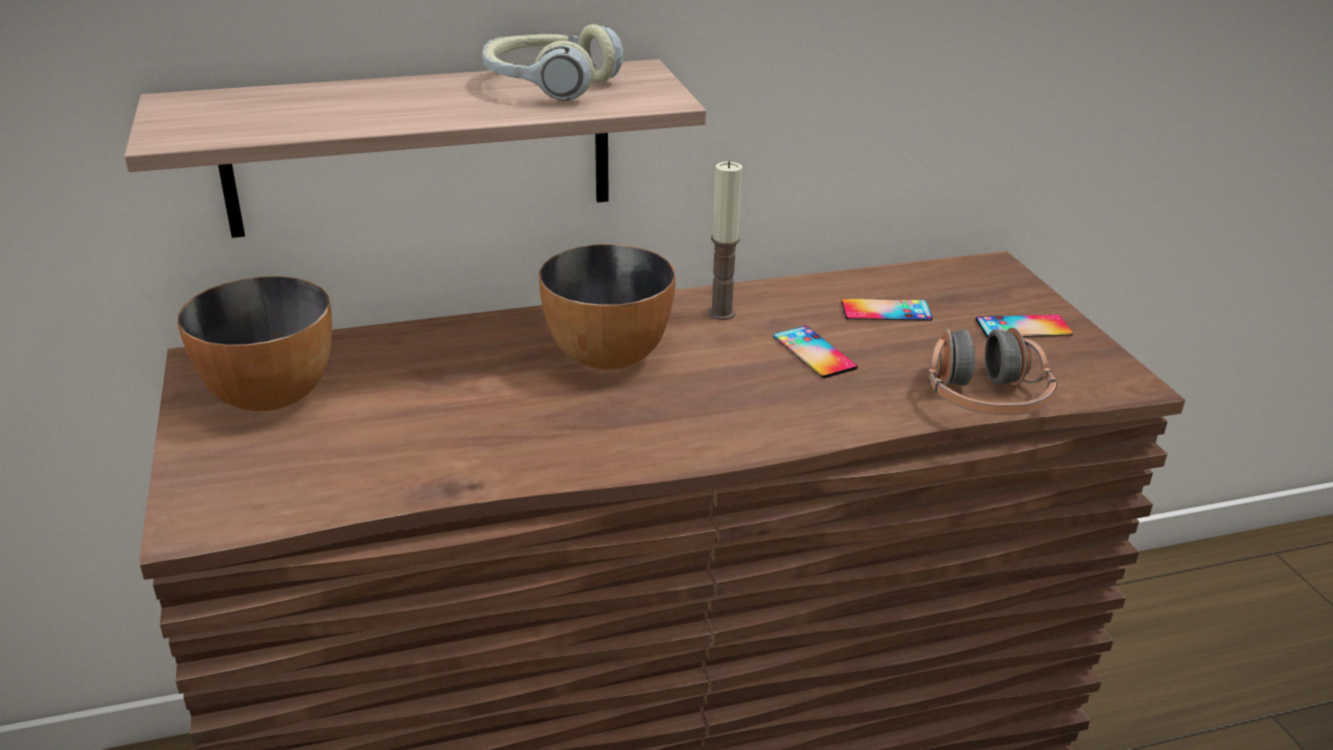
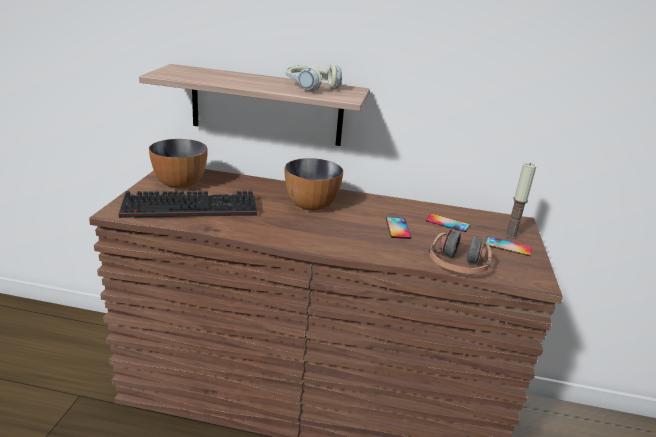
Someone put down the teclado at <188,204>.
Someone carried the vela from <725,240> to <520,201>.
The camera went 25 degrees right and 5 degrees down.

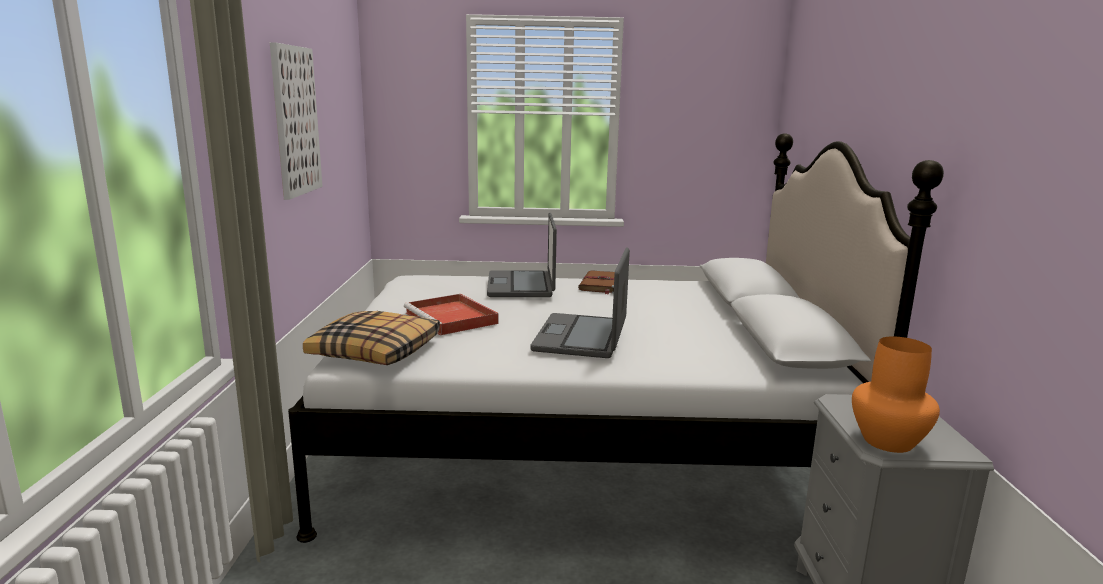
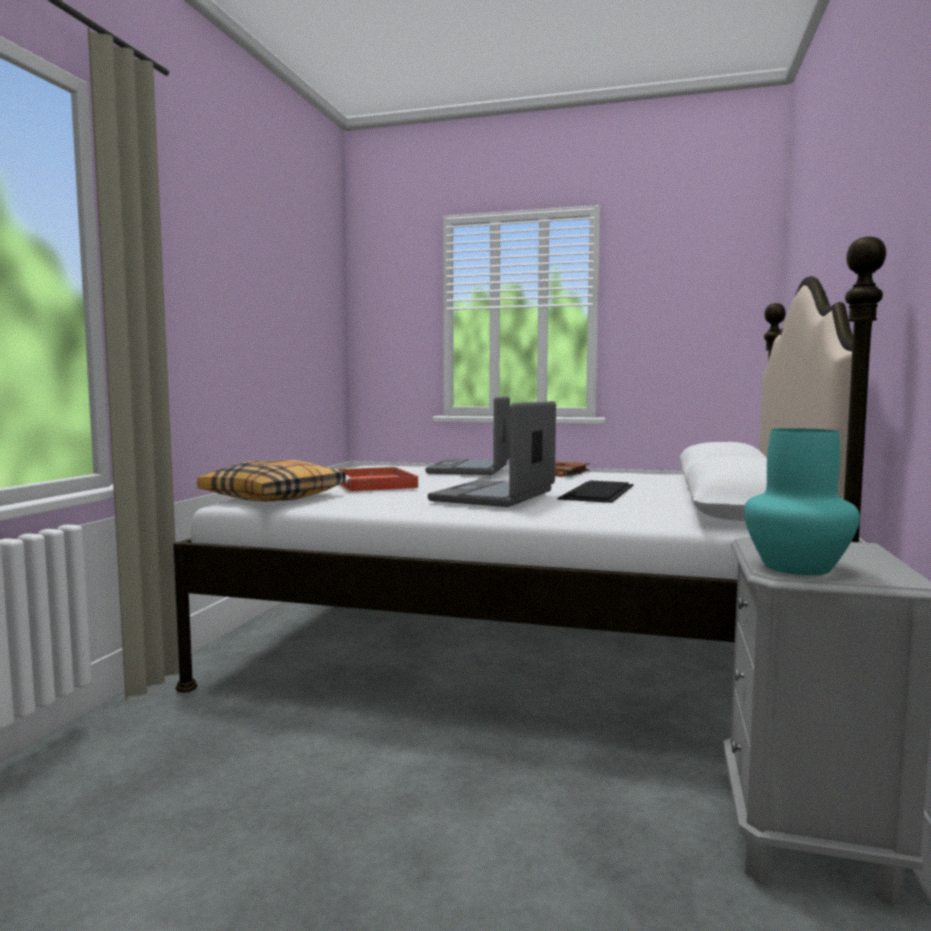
Someone put down the teclado at <596,491>.
Someone repainted the florero [naranja] at <896,394>, which became the florero [turquesa] at <802,502>.
Someone took away the cuadro at <296,121>.
The camera went 15 degrees right and 10 degrees down.

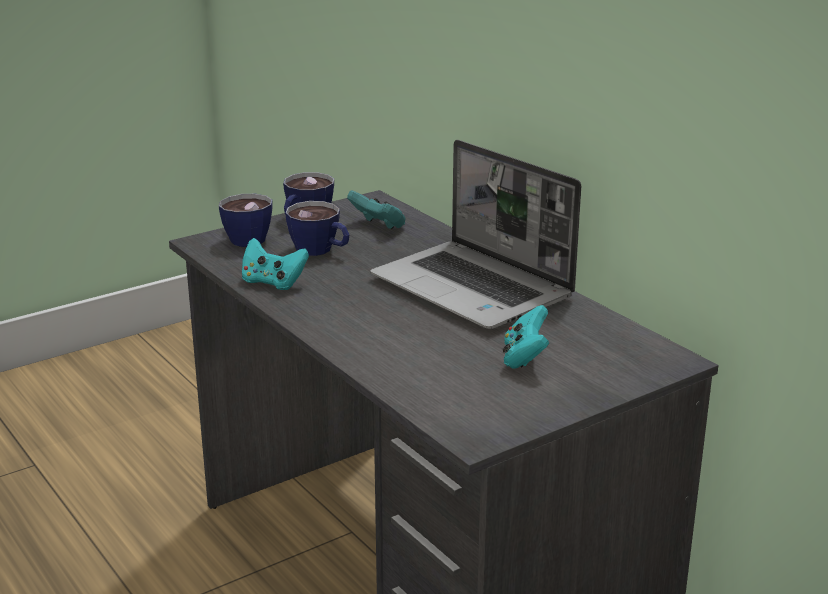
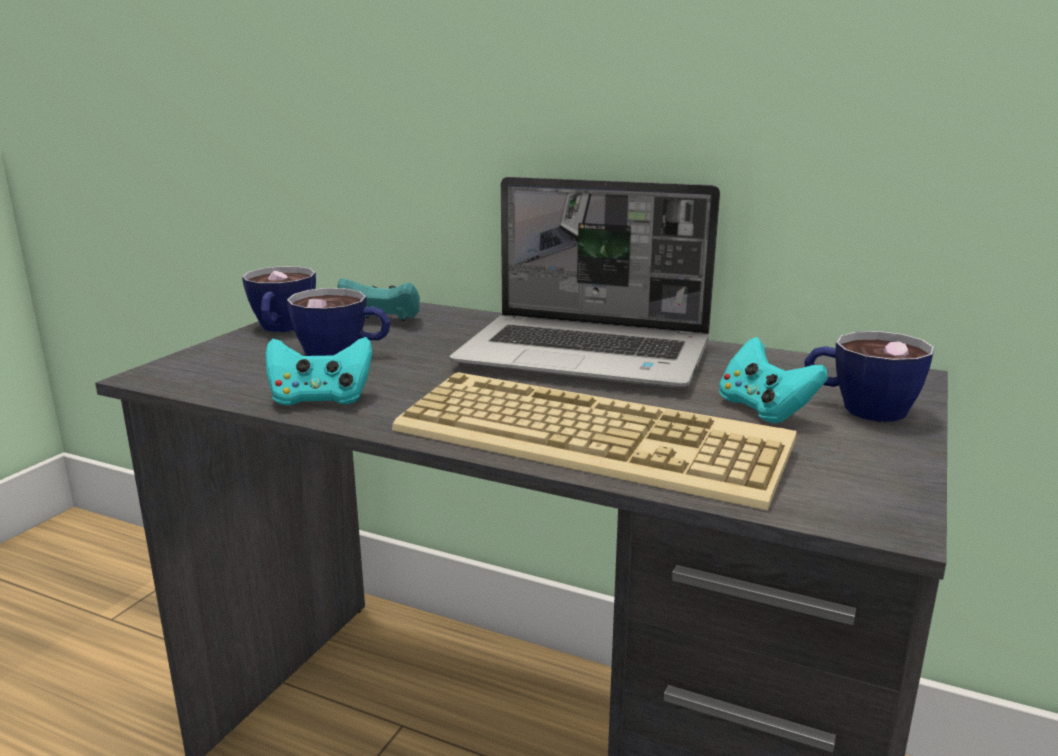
Someone put down the teclado at <594,441>.
Someone carried the taza from <246,220> to <869,376>.
The camera went 30 degrees left and 5 degrees down.

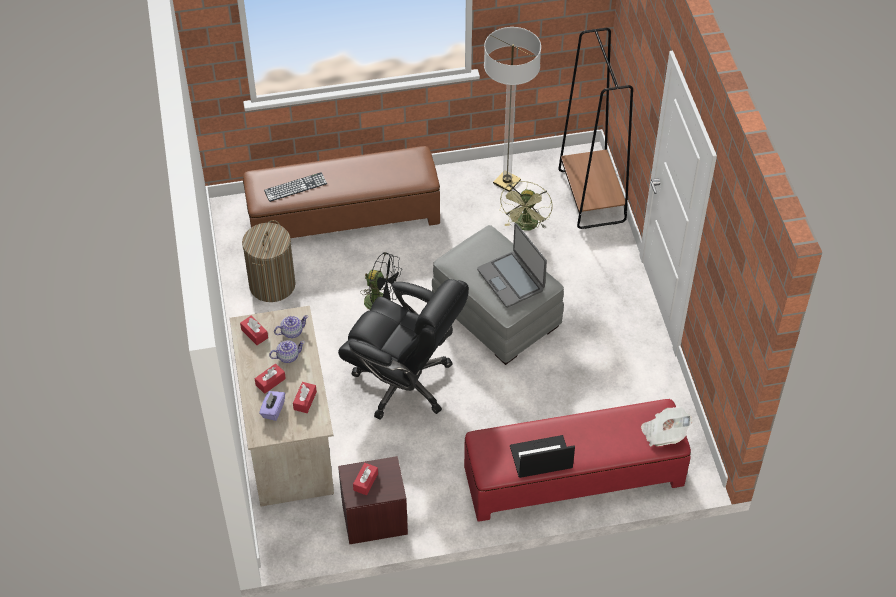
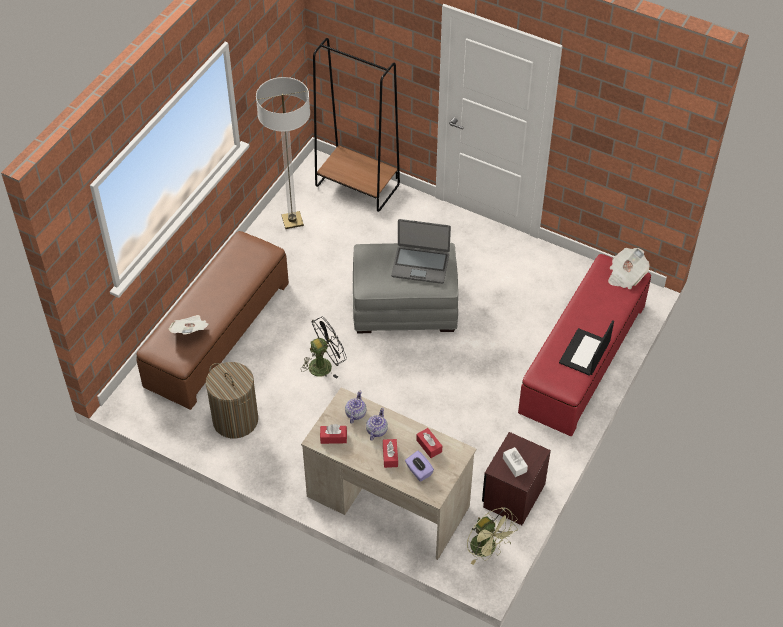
Someone swapped the teclado at <295,187> for the periódico at <189,325>.
Someone carried the ventilador [verde] from <526,206> to <492,536>.
Someone repainted the caja de pañuelos [rojo] at <365,479>, which became the caja de pañuelos [blanco] at <515,462>.
Someone took away the silla de oficina [negro] at <403,349>.
The camera went 50 degrees left and 0 degrees up.

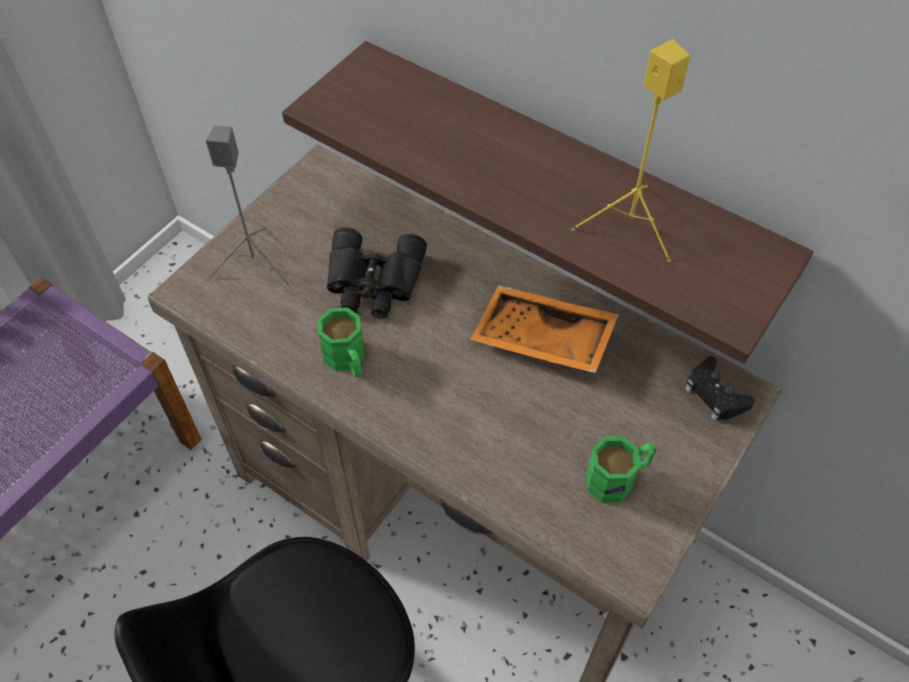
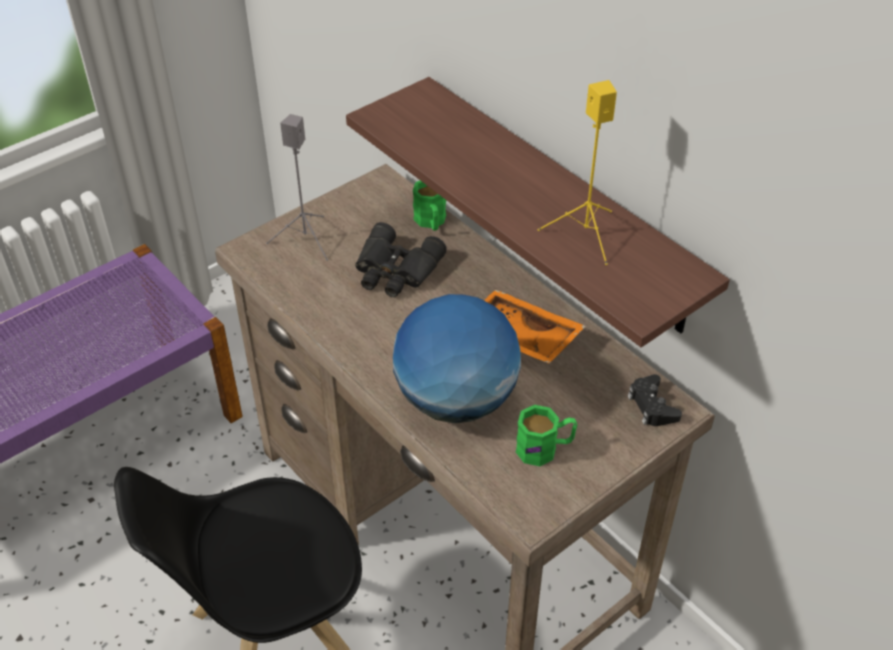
Someone put down the globo terráqueo at <457,358>.
Someone carried the taza grande [verde] from <341,342> to <429,206>.
The camera went 15 degrees right and 10 degrees down.

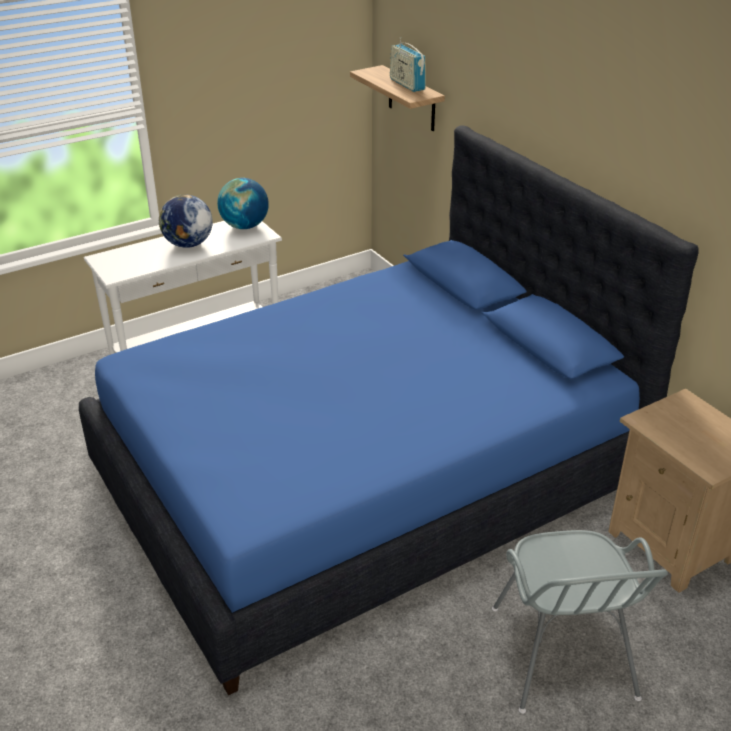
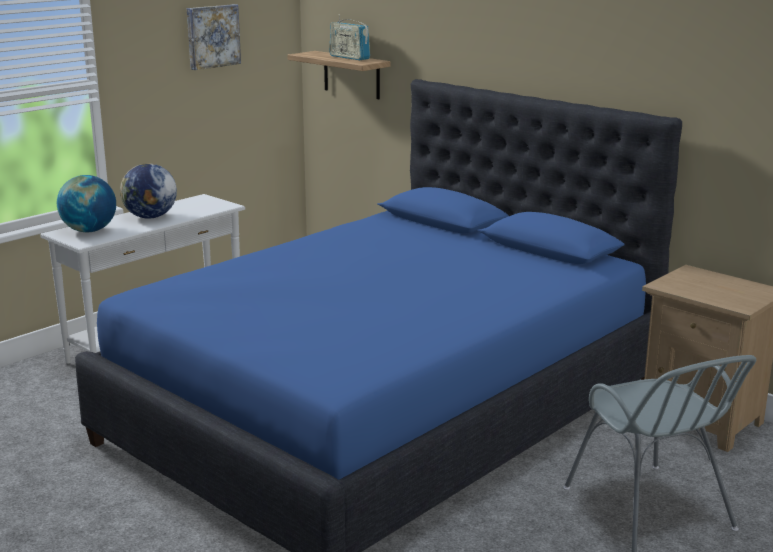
Someone carried the globo terráqueo from <243,203> to <86,203>.
Someone put up the cuadro at <214,37>.
The camera went 15 degrees left and 15 degrees down.

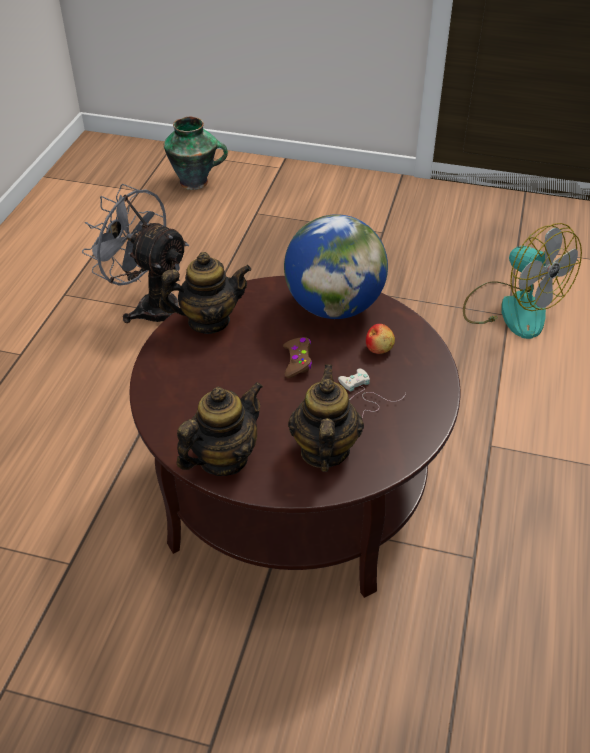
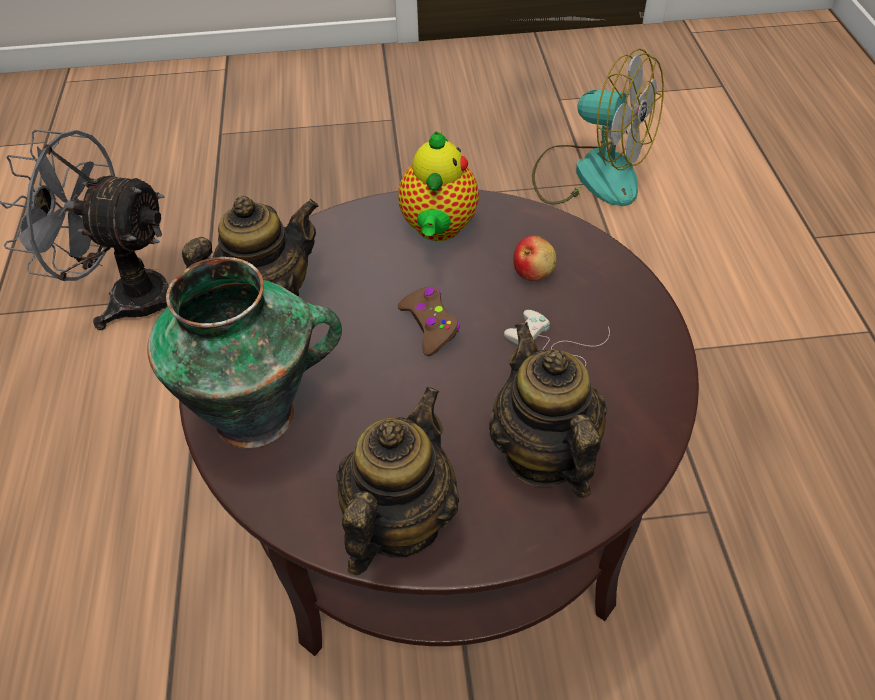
Someone carried the florero from <196,153> to <244,352>.
Someone swapped the globo terráqueo at <336,266> for the tetera at <438,186>.
The camera went 20 degrees left and 5 degrees up.

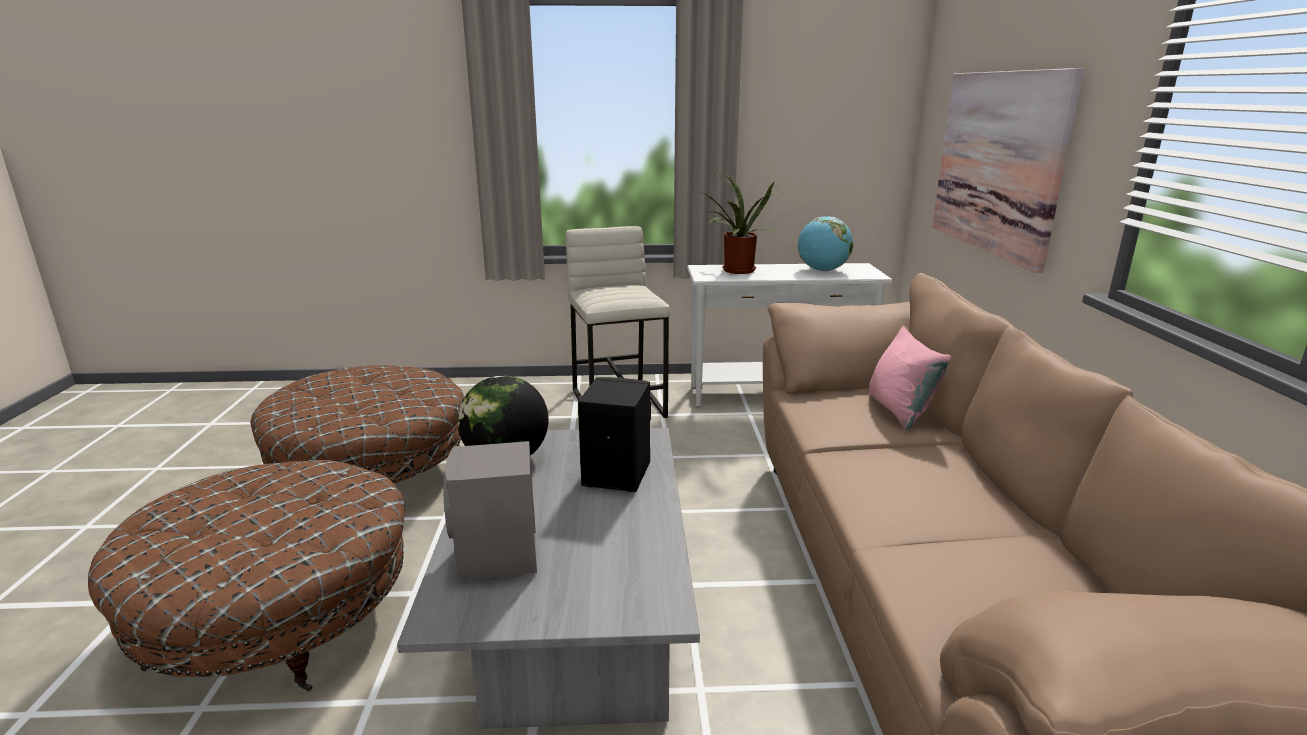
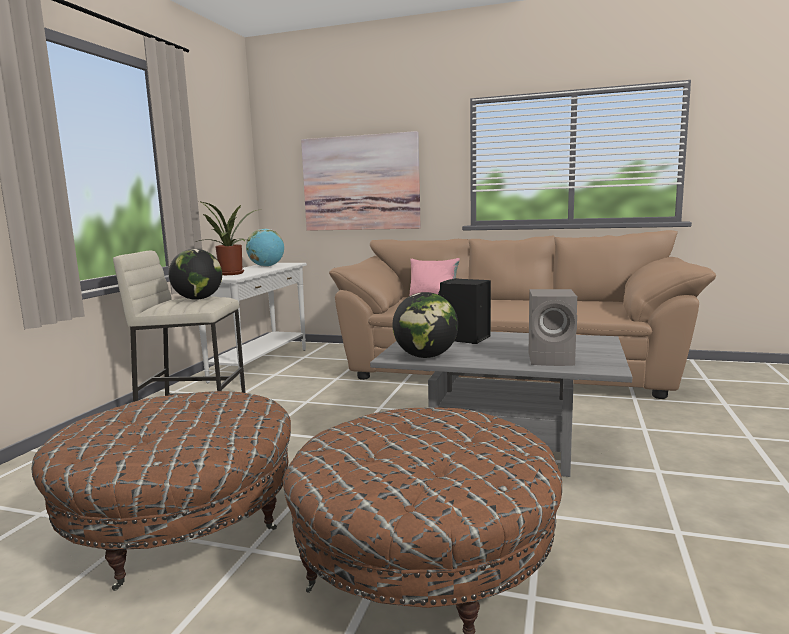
Someone put down the globo terráqueo at <195,274>.
The camera went 70 degrees left and 10 degrees down.

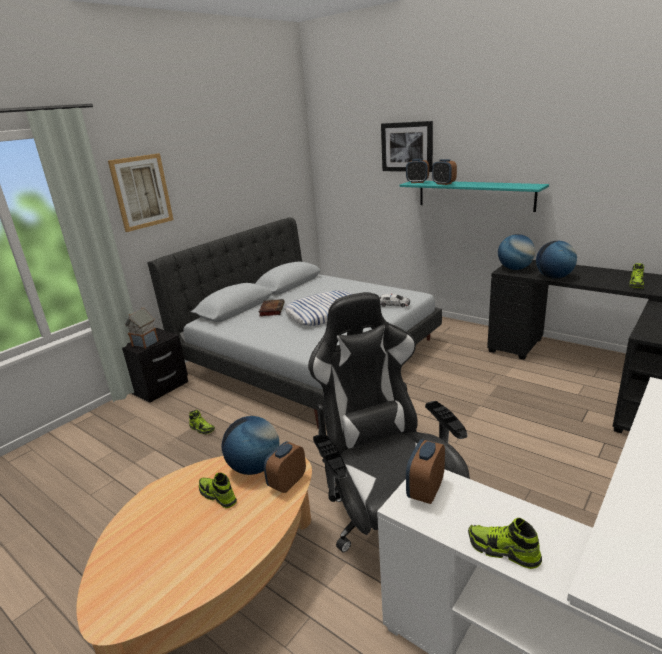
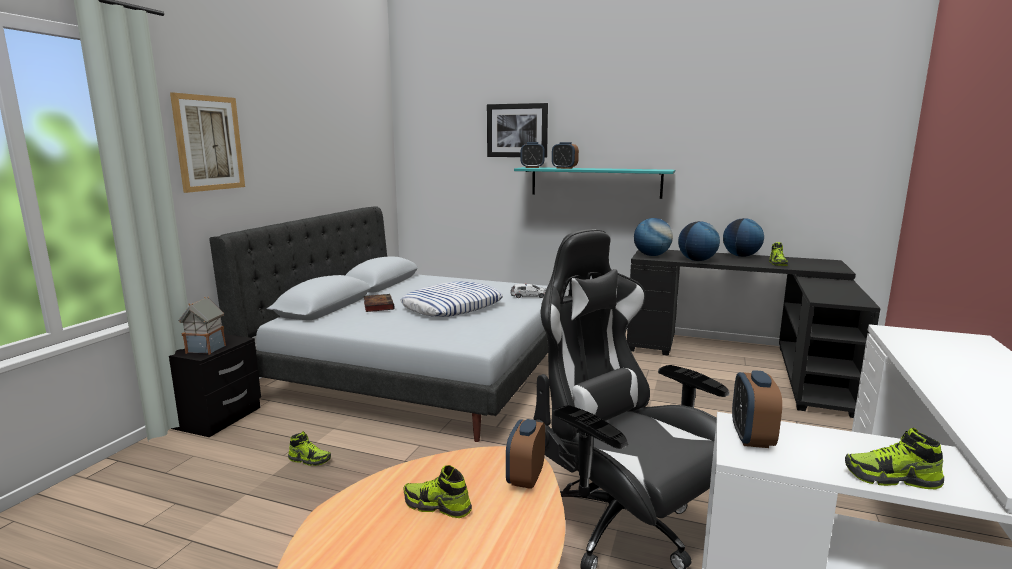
Someone carried the globo terráqueo from <250,445> to <743,237>.
The camera went 20 degrees left and 10 degrees down.

